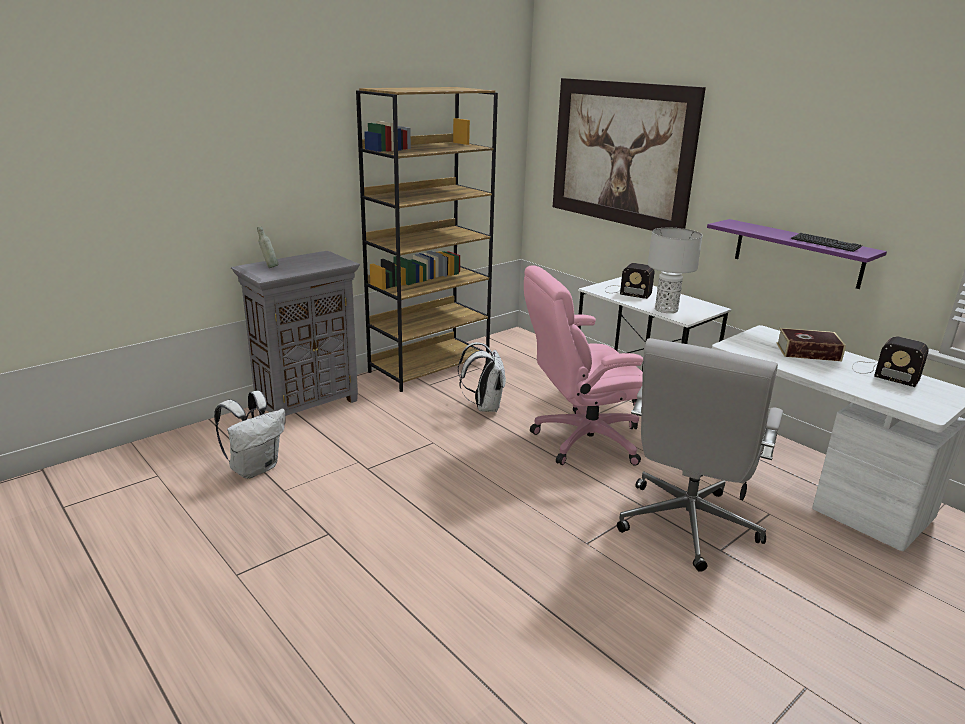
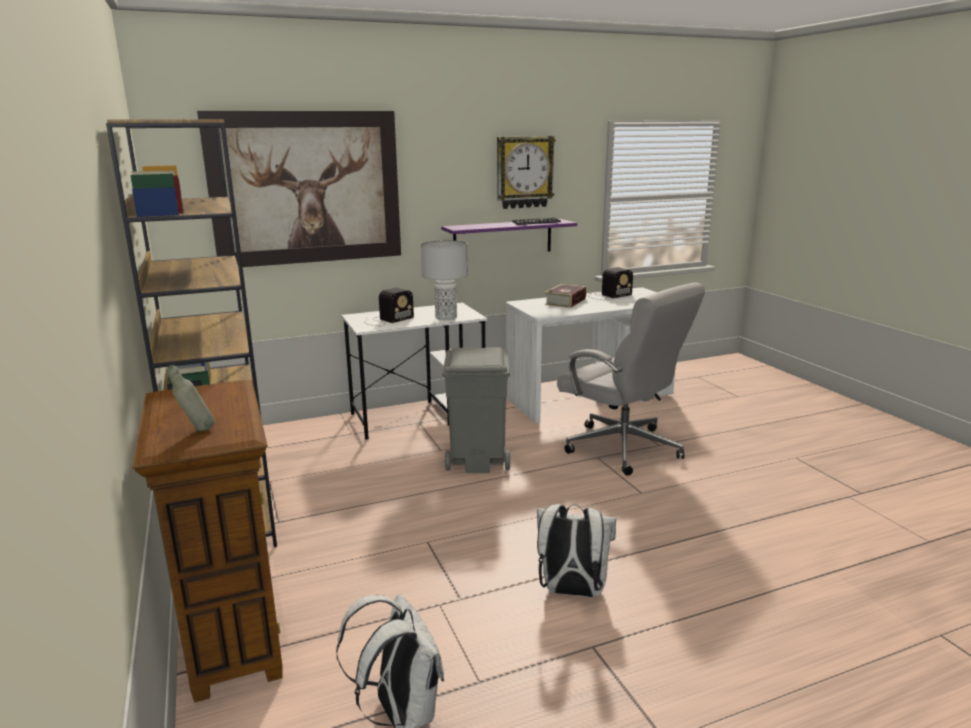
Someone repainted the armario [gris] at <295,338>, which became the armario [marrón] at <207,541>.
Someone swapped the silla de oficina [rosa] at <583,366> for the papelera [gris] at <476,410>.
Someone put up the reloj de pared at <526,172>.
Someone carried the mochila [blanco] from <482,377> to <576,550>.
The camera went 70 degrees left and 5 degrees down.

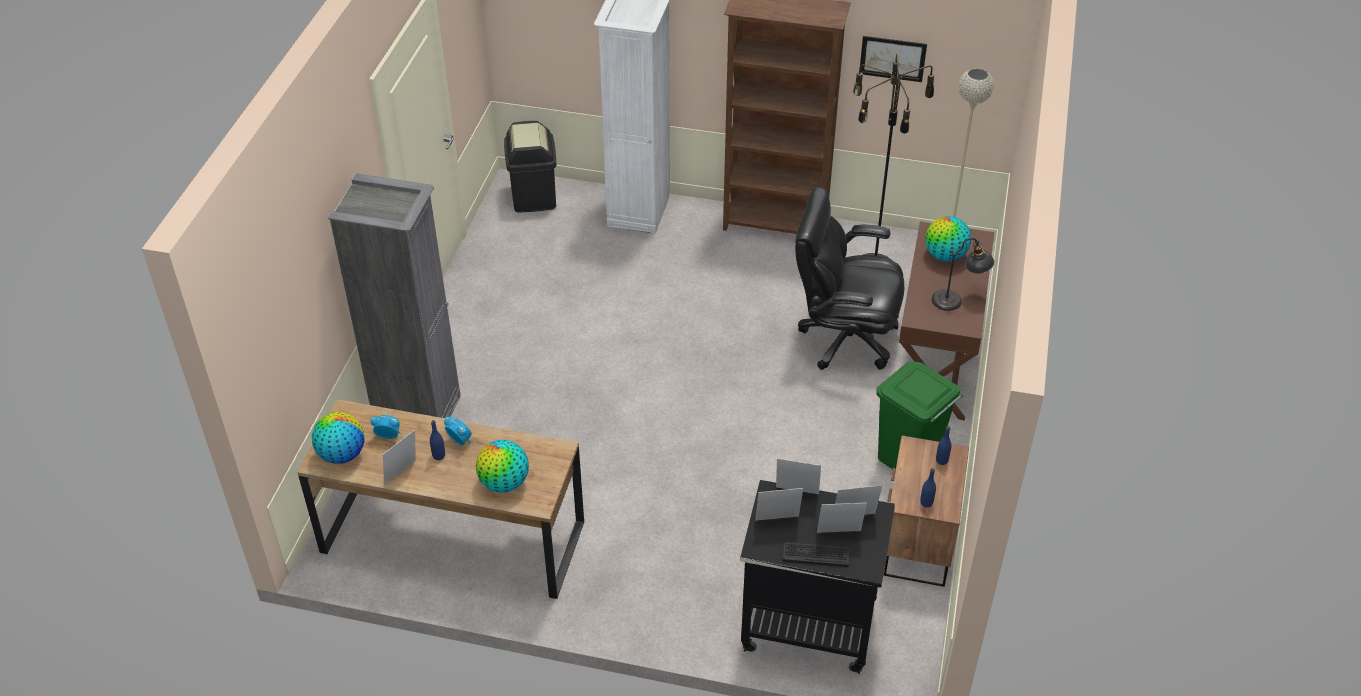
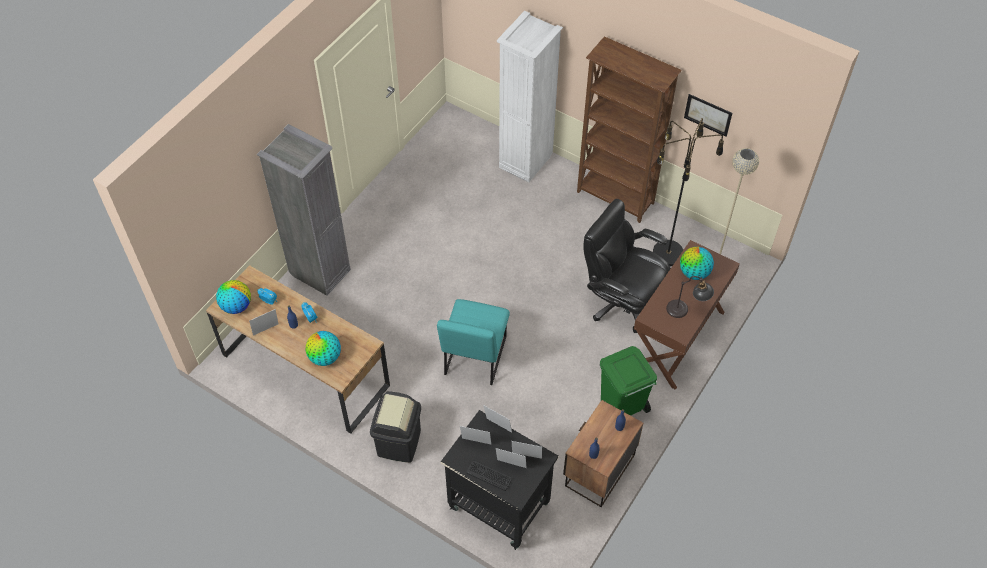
Someone carried the papelera [negro] from <530,167> to <395,427>.
Someone put down the silla [turquesa] at <473,342>.
The camera went 20 degrees right and 10 degrees up.

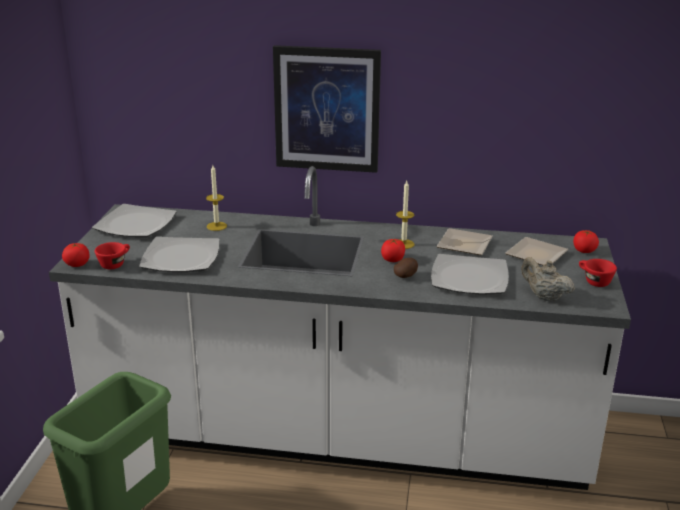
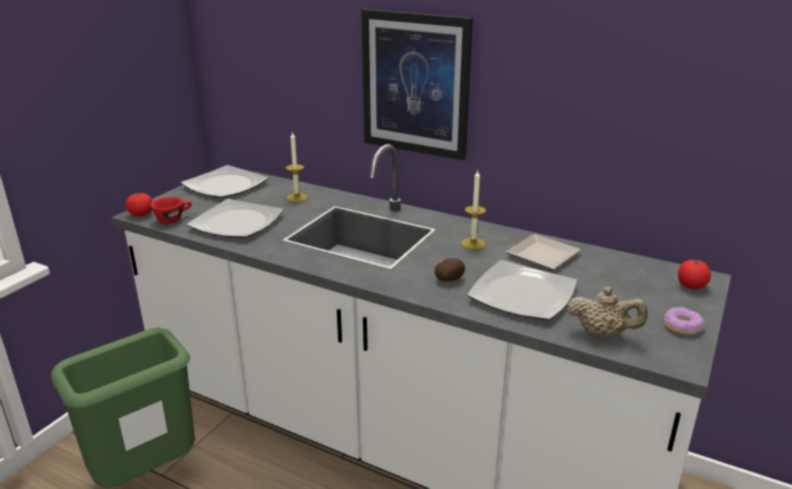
Someone rotated the tetera [beis] at <548,279> by 135 degrees clockwise.
Someone swapped the taza [rojo] at <598,273> for the rosquilla at <684,321>.
Someone took away the tomate at <393,250>.
Someone took away the plato at <537,251>.
The camera went 20 degrees right and 0 degrees up.

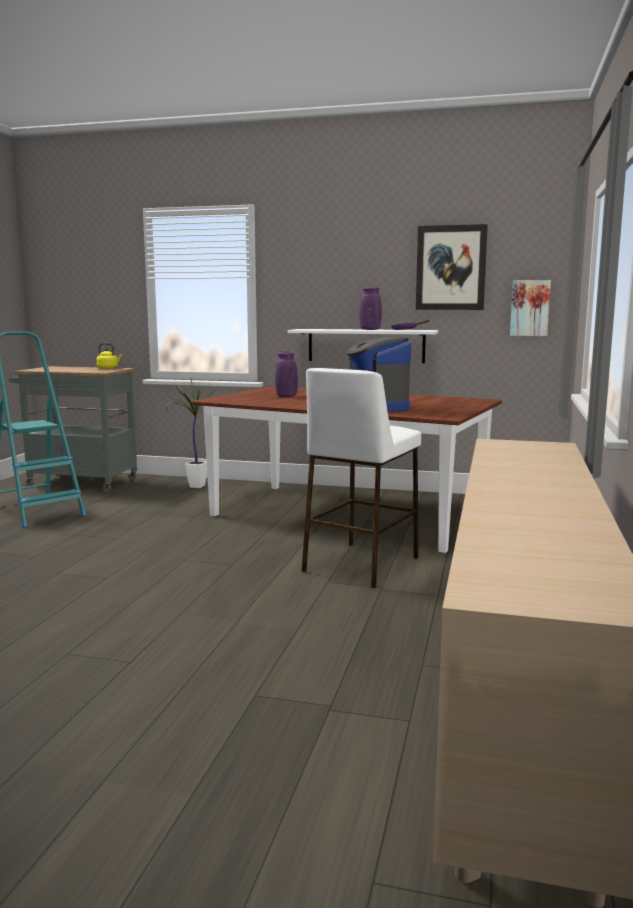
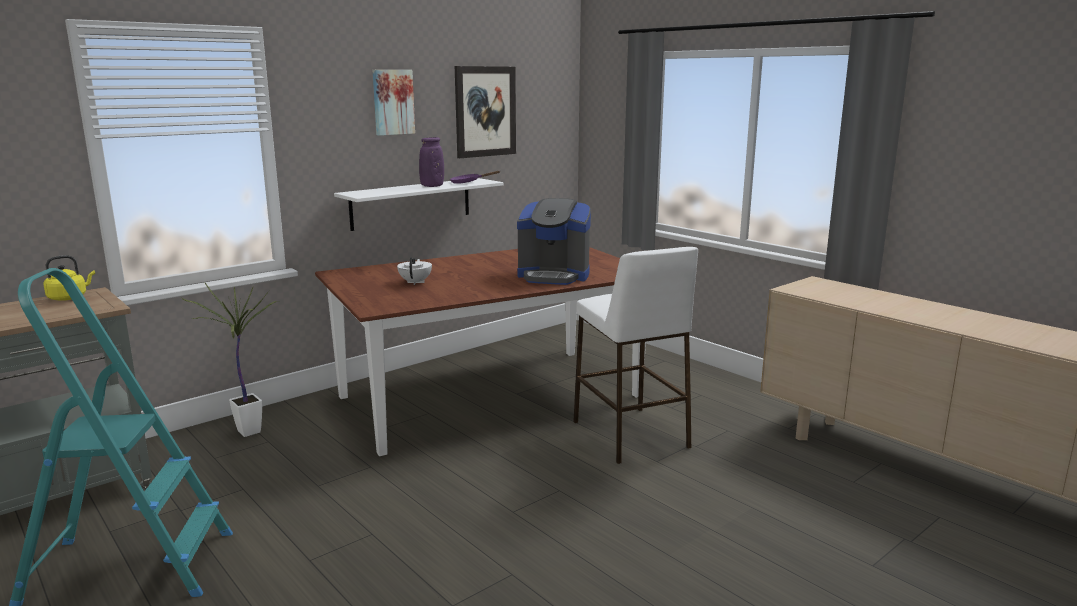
Someone carried the cuadro from <530,308> to <394,103>.
Someone swapped the florero [morado] at <286,374> for the tetera [blanco] at <414,271>.
The camera went 55 degrees left and 5 degrees up.

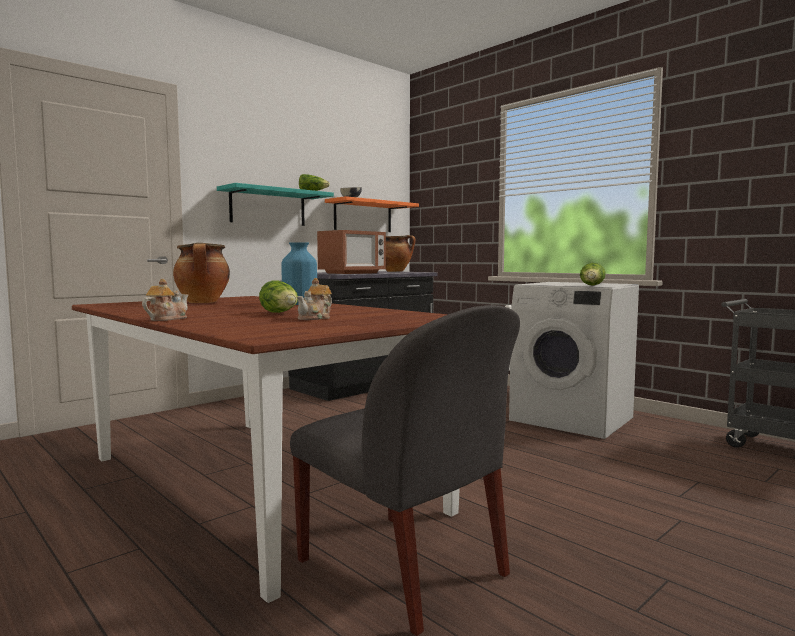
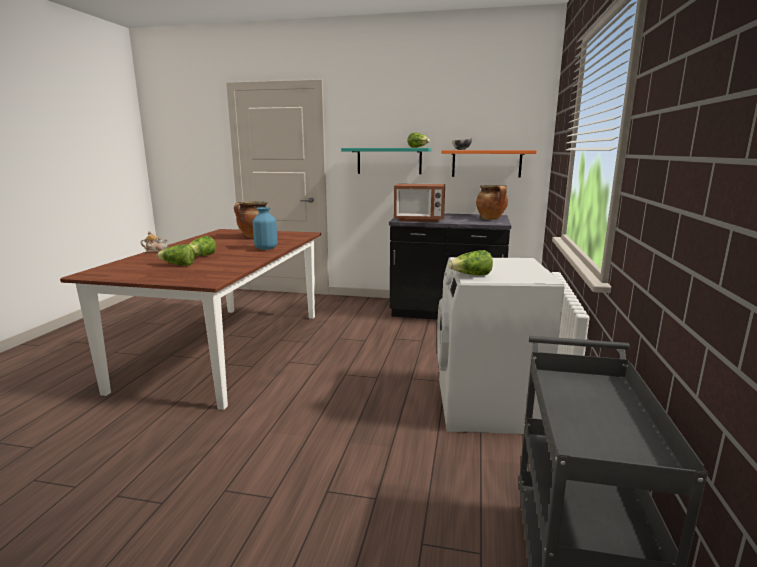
Someone swapped the tetera at <314,299> for the lechuga at <176,255>.
Someone took away the silla [gris] at <405,470>.
The camera went 55 degrees right and 10 degrees up.

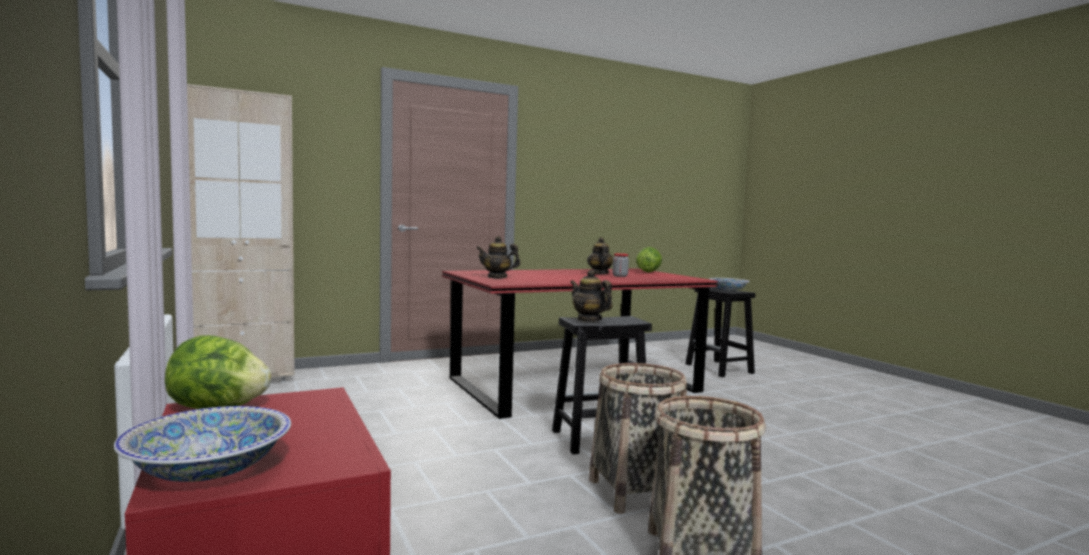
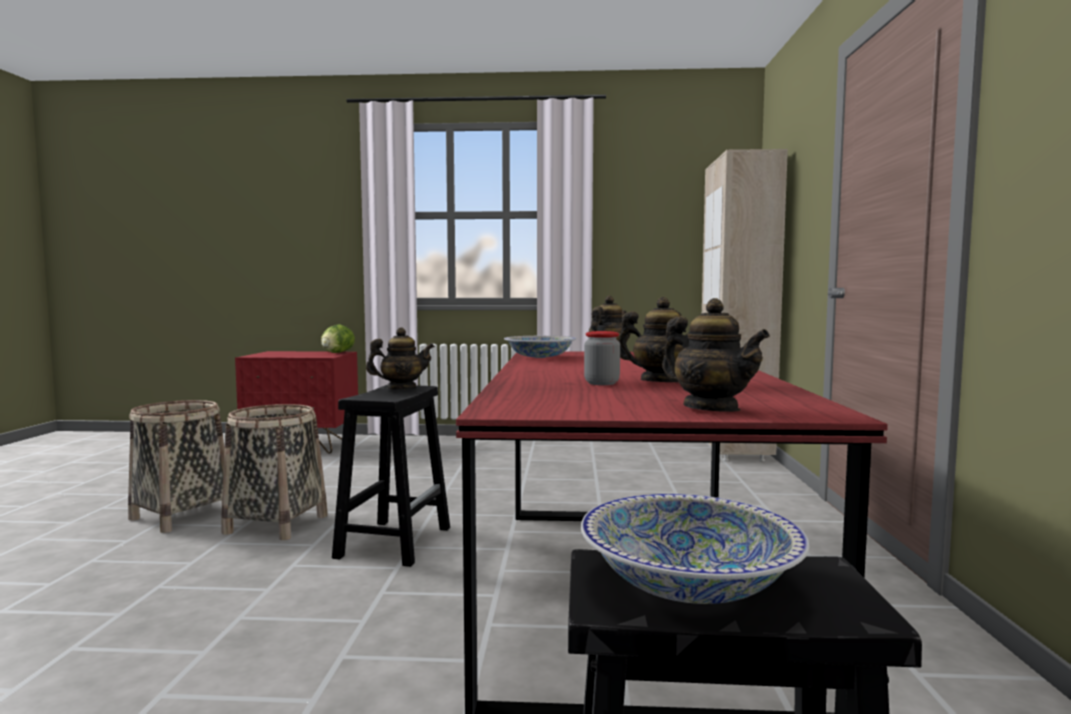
Someone carried the cuenco from <202,444> to <540,347>.
Someone swapped the lechuga at <649,259> for the tetera at <716,355>.
The camera went 120 degrees right and 0 degrees up.

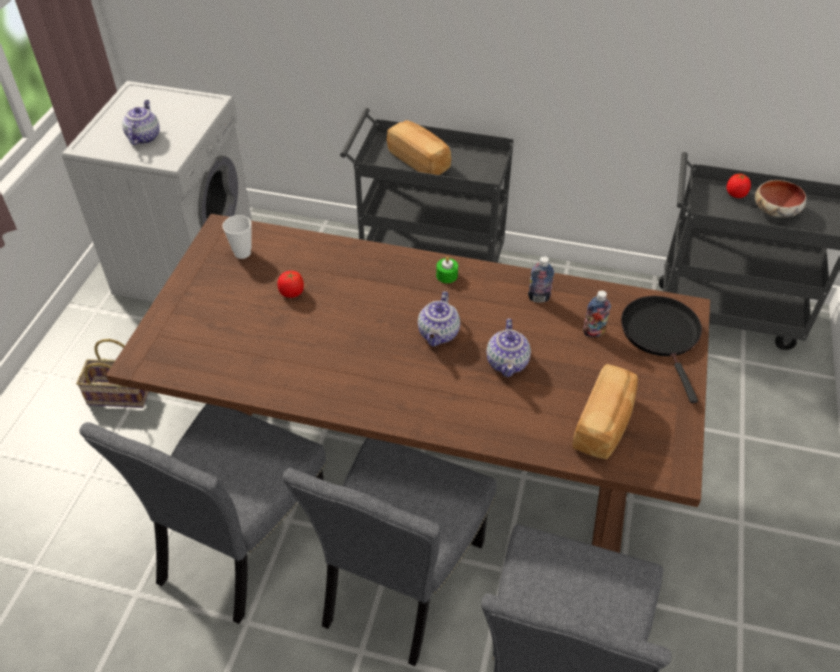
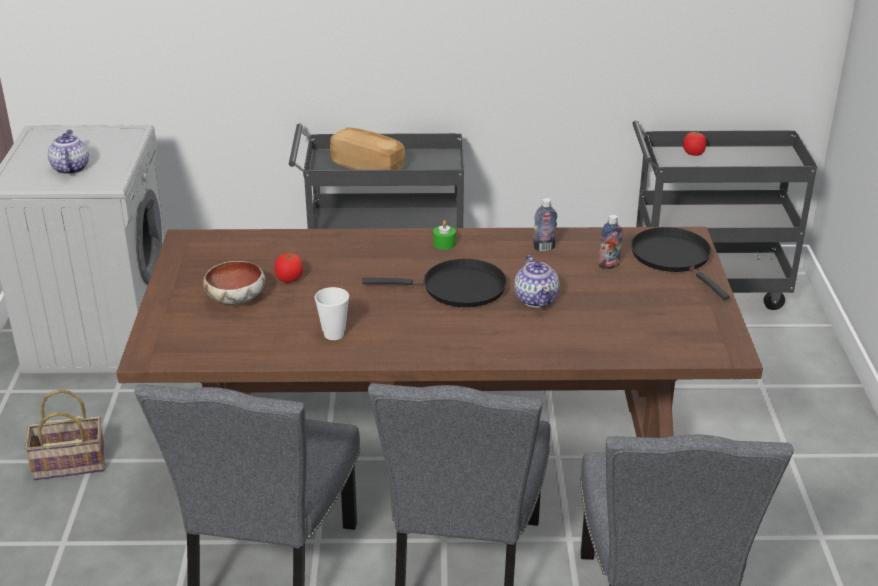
Someone carried the cuenco from <781,198> to <234,282>.
Someone carried the taza from <237,237> to <332,313>.
Someone swapped the tetera at <439,318> for the sartén [negro] at <434,283>.
Someone took away the pan at <605,411>.
The camera went 15 degrees left and 15 degrees down.

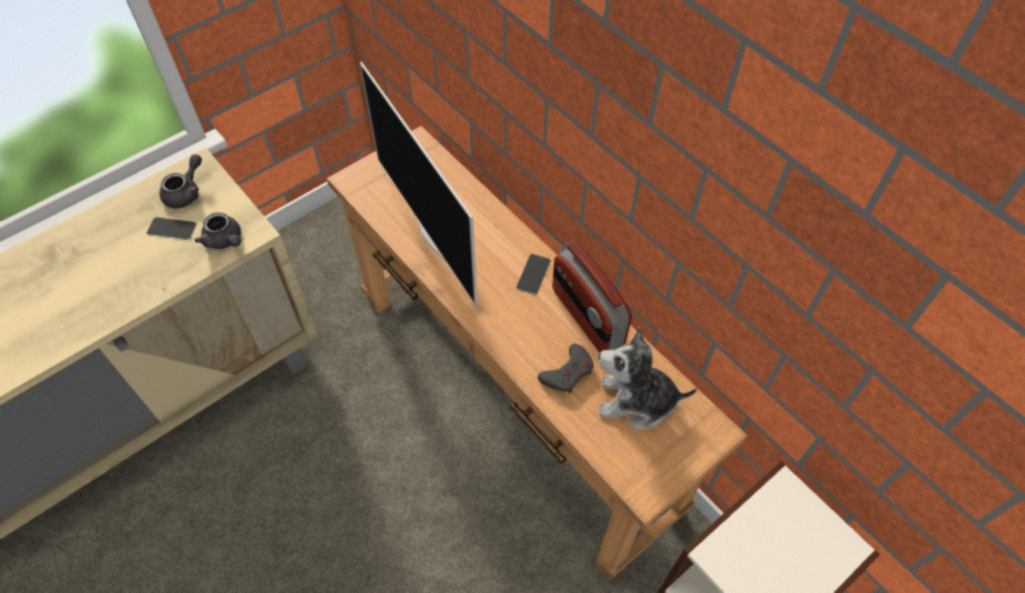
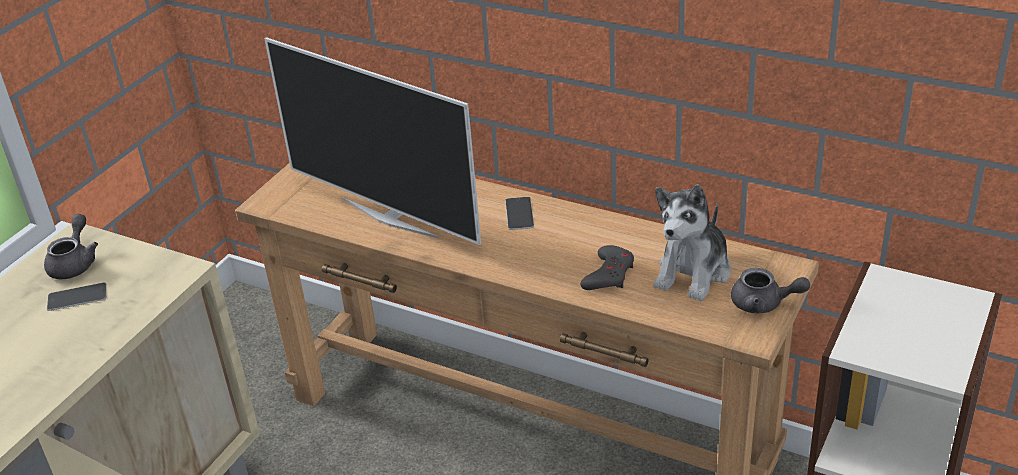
Someone rotated the peluche at <648,377> by 45 degrees counterclockwise.
Someone carried the tetera [gris] from <218,230> to <770,290>.
Someone took away the radio at <592,297>.
The camera went 20 degrees left and 20 degrees down.

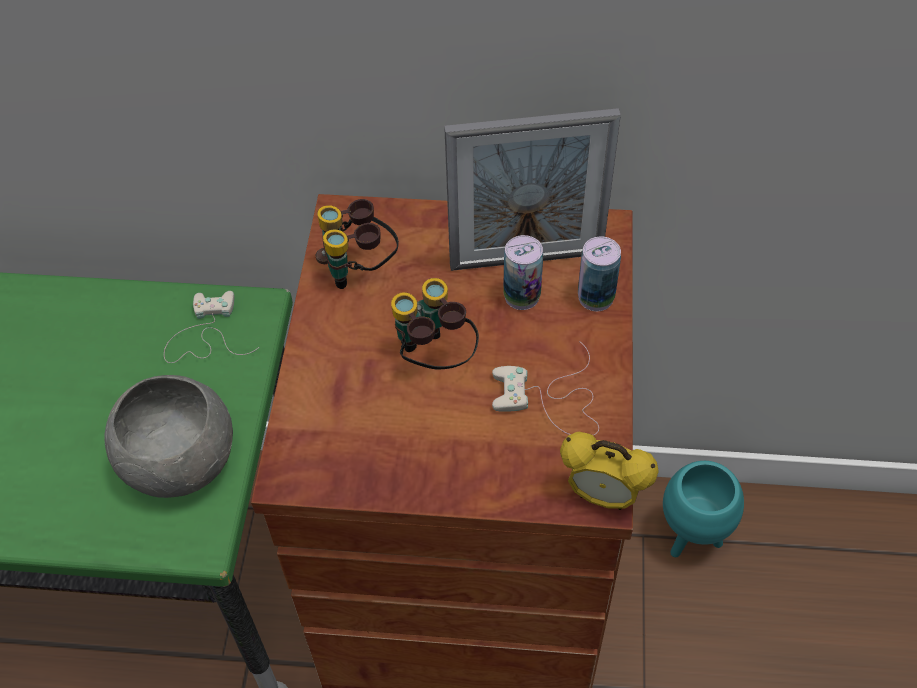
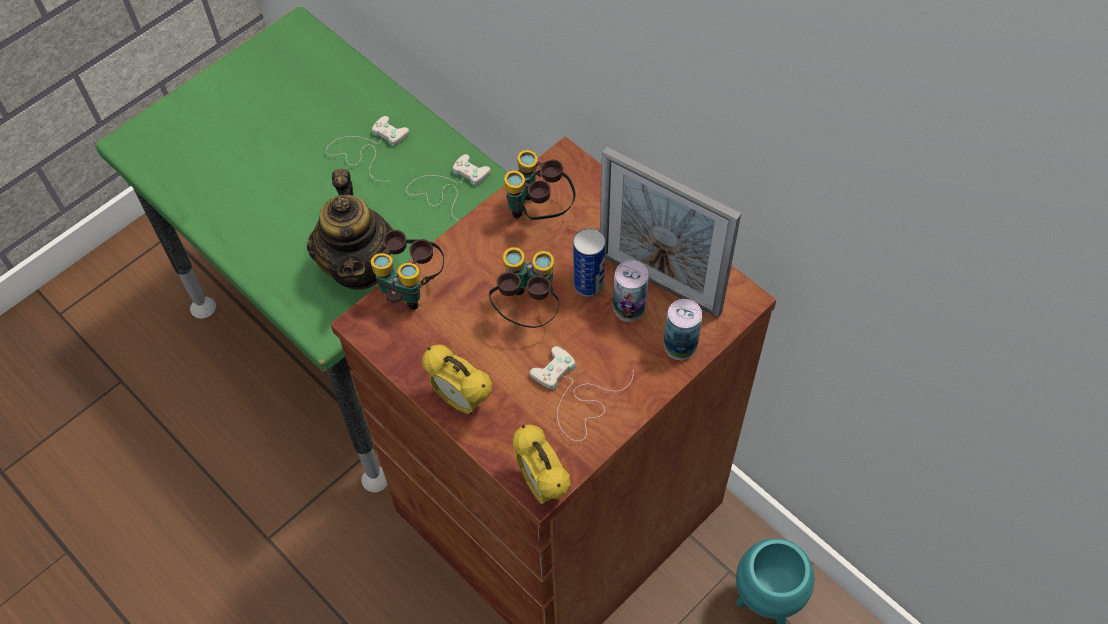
Someone swapped the cuenco [gris] at <168,436> for the tetera at <350,229>.
Someone put down the mando de consola [blanco] at <367,149>.
Someone put down the prismáticos at <407,270>.
Someone put down the despertador at <457,380>.
Someone put down the lata at <589,262>.
The camera went 40 degrees right and 5 degrees up.

